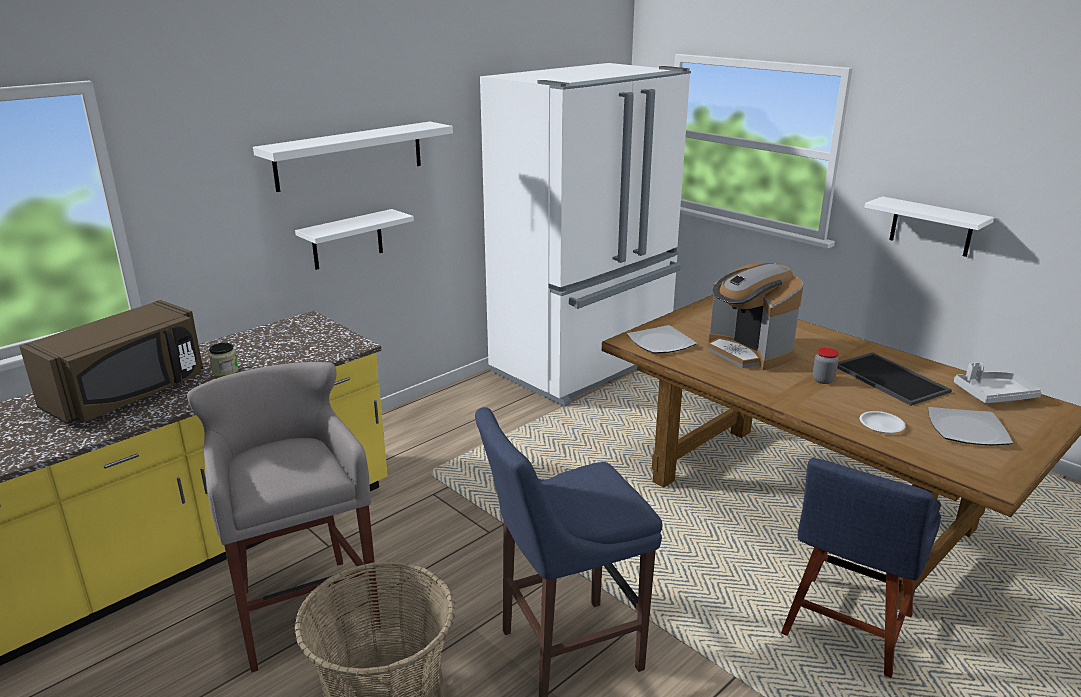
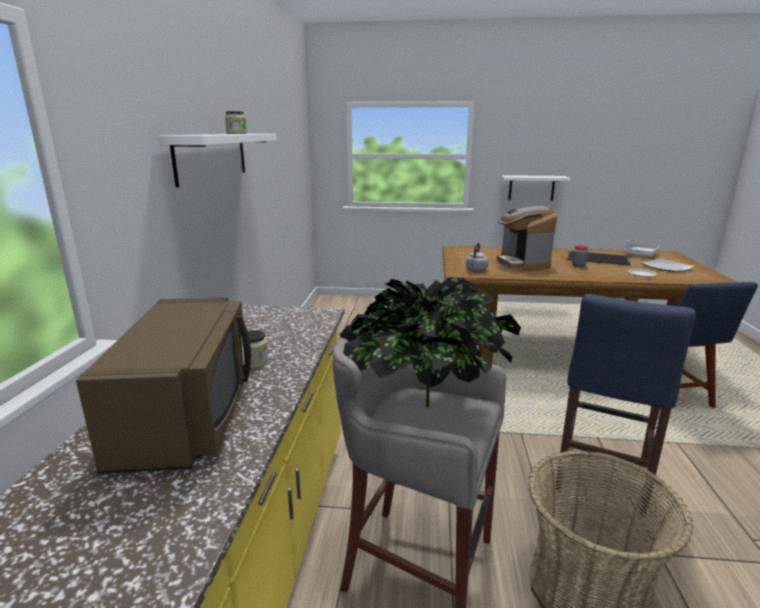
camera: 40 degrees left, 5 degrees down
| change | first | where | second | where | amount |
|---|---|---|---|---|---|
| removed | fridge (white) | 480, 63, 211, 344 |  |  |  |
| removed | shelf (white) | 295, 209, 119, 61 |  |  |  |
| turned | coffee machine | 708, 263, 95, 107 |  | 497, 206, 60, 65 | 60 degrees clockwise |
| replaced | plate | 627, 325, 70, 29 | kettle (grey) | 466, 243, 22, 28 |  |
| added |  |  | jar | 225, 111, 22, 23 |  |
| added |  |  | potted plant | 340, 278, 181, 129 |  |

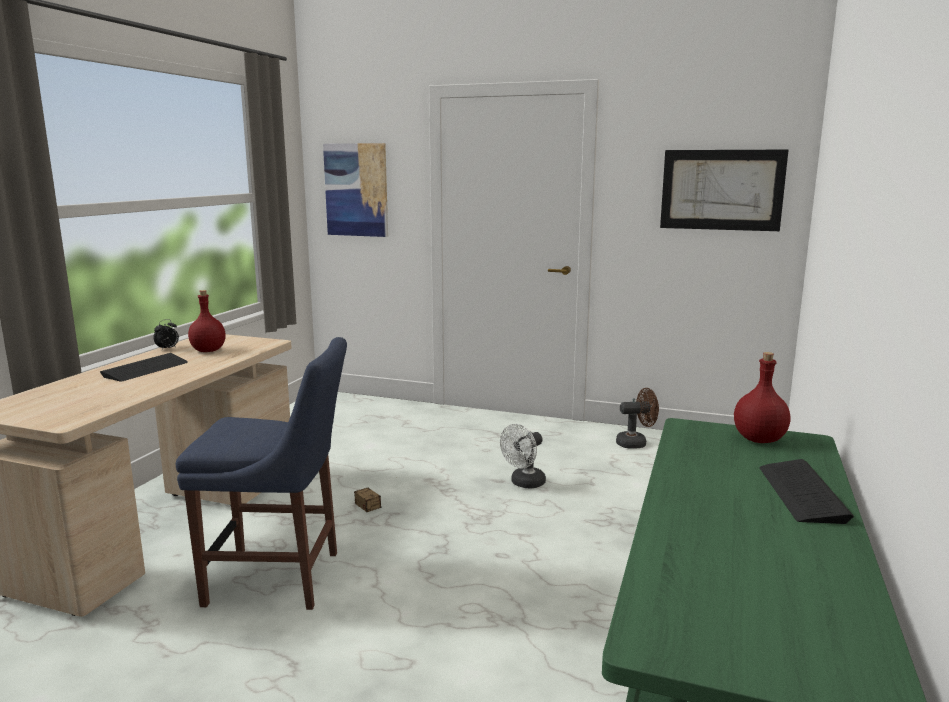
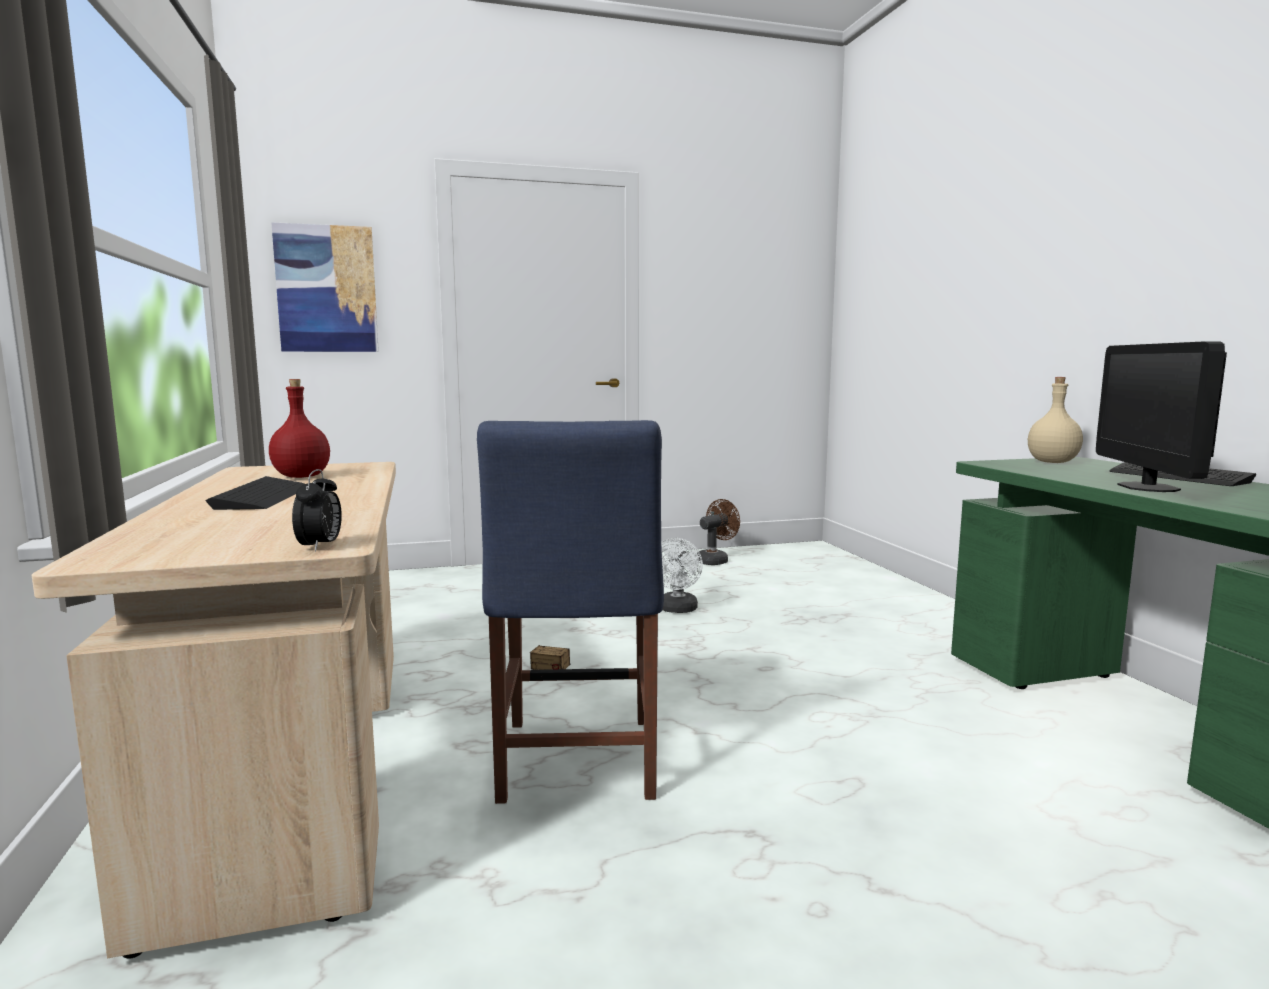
camera: 35 degrees left, 5 degrees down
| change | first | where | second | where | amount |
|---|---|---|---|---|---|
| removed | picture | 660, 150, 128, 81 |  |  |  |
| moved | alarm clock | 153, 319, 26, 31 |  | 292, 469, 50, 83 |  |
| turned | chair (blue) | 176, 337, 171, 273 |  | 477, 420, 187, 384 | 120 degrees clockwise |
| recoloured | bottle (red) | 734, 352, 57, 91 | bottle (beige) | 1028, 377, 55, 86 |  |
| added |  |  | monitor | 1096, 341, 131, 151 |  |

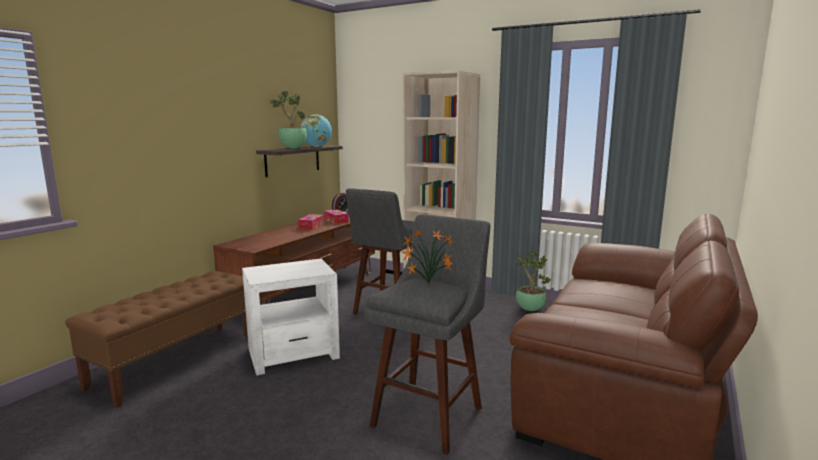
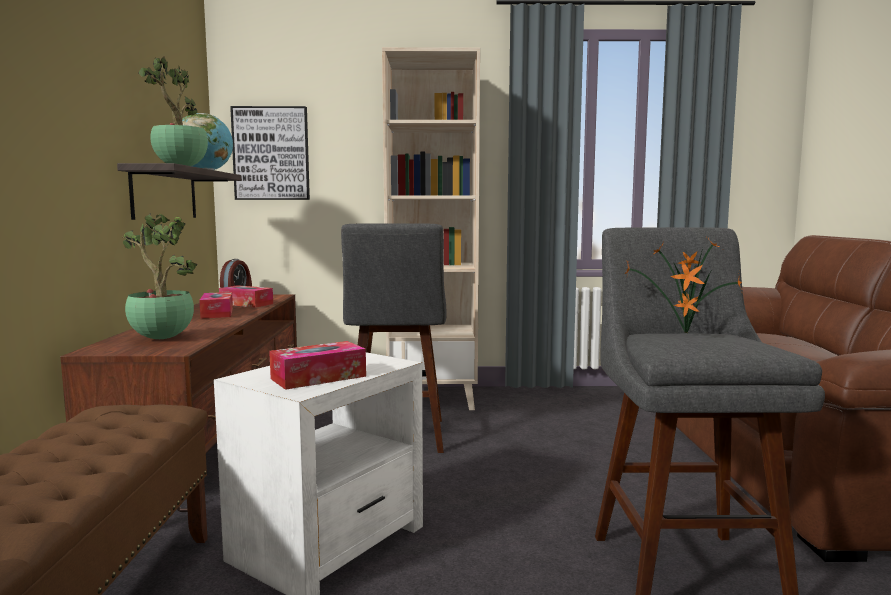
camera: 30 degrees left, 5 degrees down
| change | first | where | second | where | amount |
|---|---|---|---|---|---|
| moved | potted plant | 516, 251, 35, 60 |  | 123, 214, 74, 125 |  |
| added |  |  | picture | 230, 106, 80, 94 |  |
| added |  |  | tissue box | 269, 341, 97, 49 |  |

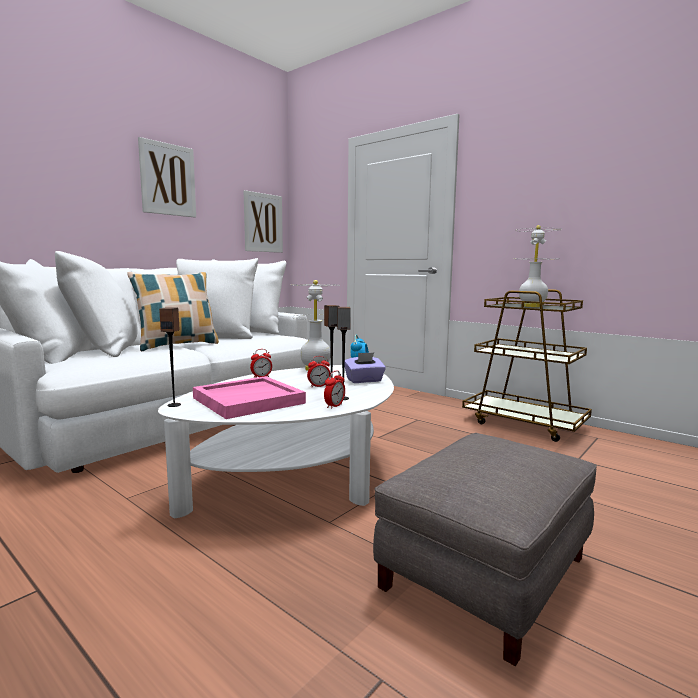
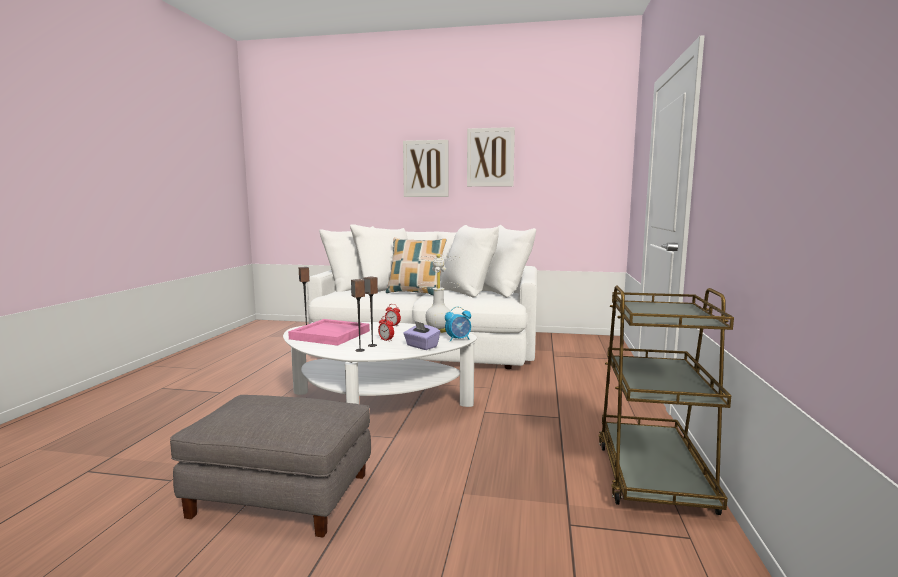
camera: 60 degrees right, 0 degrees up
| change | first | where | second | where | amount |
|---|---|---|---|---|---|
| moved | picture | 244, 190, 39, 63 |  | 403, 140, 45, 57 |  |
| removed | table lamp (white) | 514, 225, 47, 82 |  |  |  |
| removed | alarm clock | 324, 370, 21, 39 |  |  |  |

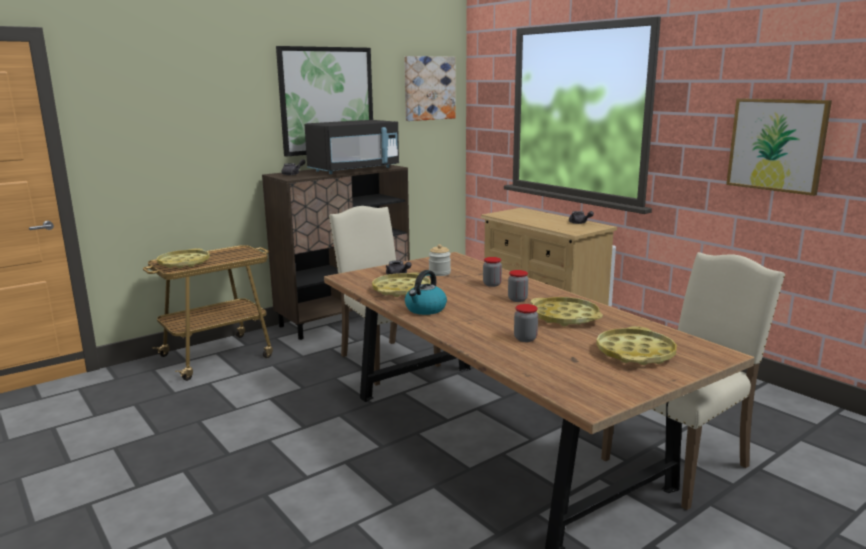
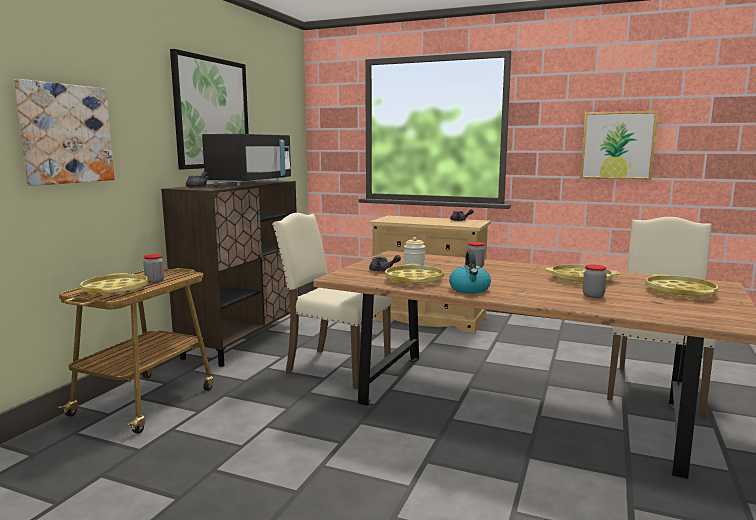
camera: 30 degrees left, 5 degrees down
| change | first | where | second | where | amount |
|---|---|---|---|---|---|
| moved | picture | 404, 56, 52, 65 |  | 14, 79, 101, 107 |  |
| moved | jar | 508, 270, 20, 32 |  | 143, 254, 21, 29 |  |

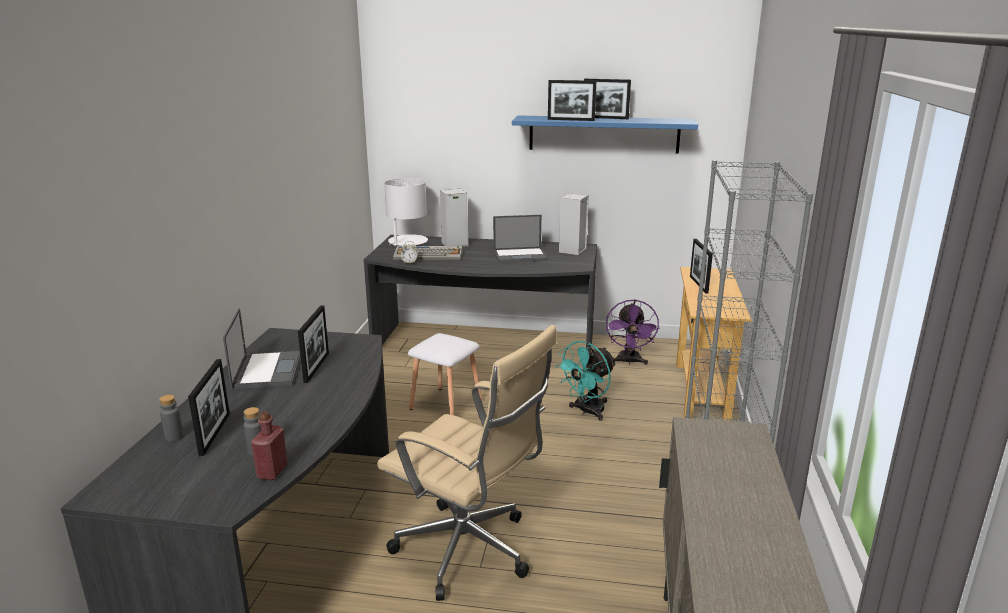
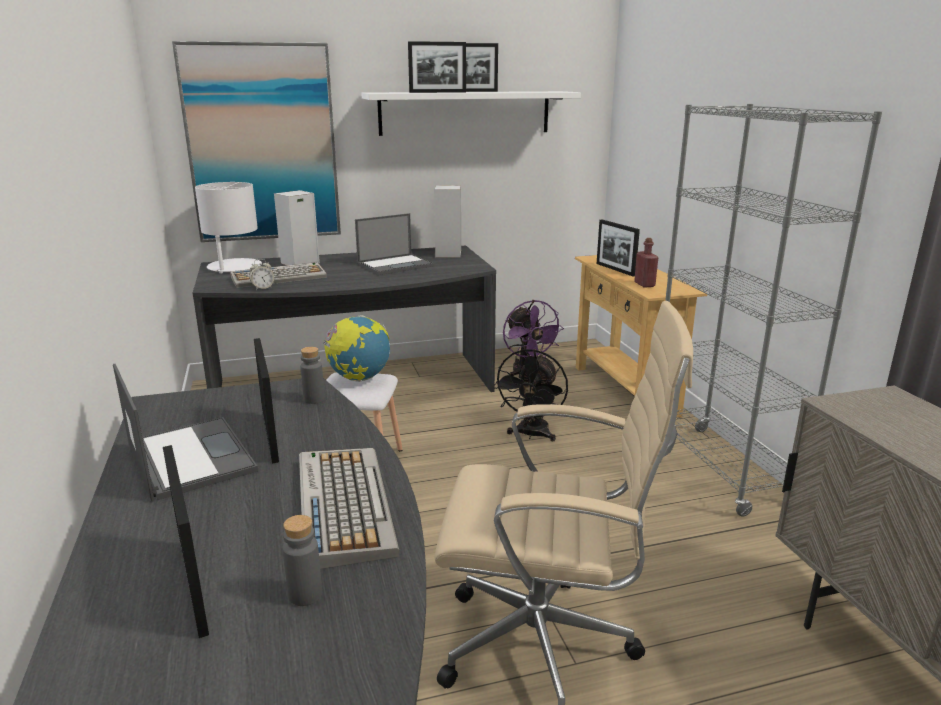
camera: 25 degrees left, 0 degrees up
| change | first | where | second | where | amount |
|---|---|---|---|---|---|
| recoloured | shelf (blue) | 512, 115, 186, 39 | shelf (white) | 361, 91, 220, 45 |  |
| recoloured | fan (turquoise) | 555, 341, 61, 80 | fan (black) | 493, 349, 75, 92 |  |
| moved | bottle (grey) | 159, 395, 25, 47 |  | 300, 347, 25, 57 |  |
| moved | bottle (red) | 251, 412, 37, 68 |  | 634, 238, 24, 49 |  |
| added |  |  | picture | 172, 41, 169, 201 |  |
| added |  |  | globe | 323, 315, 67, 67 |  |
| added |  |  | keyboard | 299, 448, 100, 121 |  |

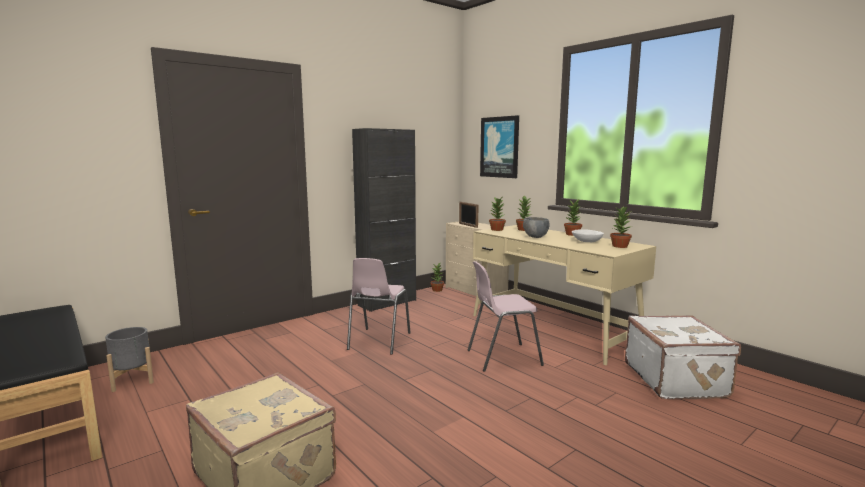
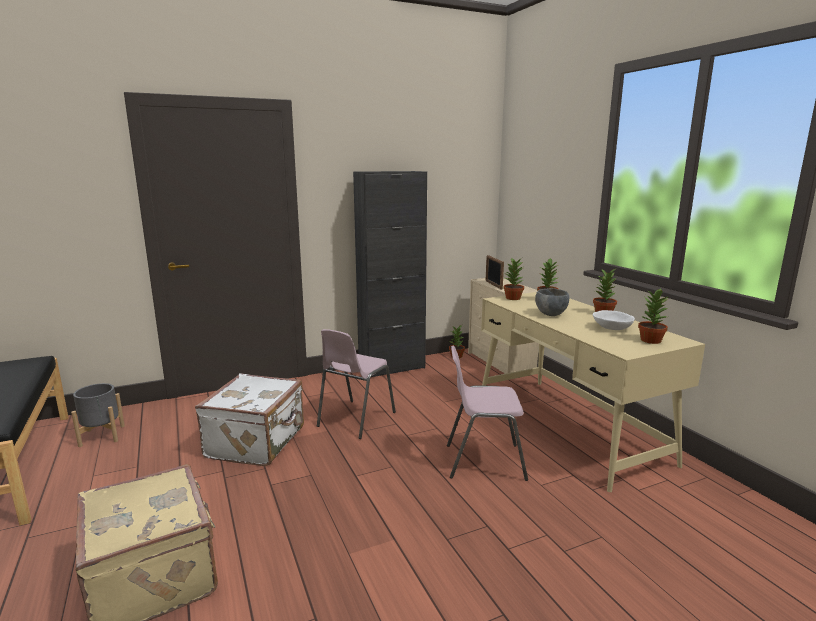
camera: 15 degrees right, 5 degrees up
| change | first | where | second | where | amount |
|---|---|---|---|---|---|
| removed | picture | 480, 115, 39, 63 |  |  |  |
| moved | suitcase (white) | 625, 315, 116, 84 |  | 195, 373, 109, 93 |  |

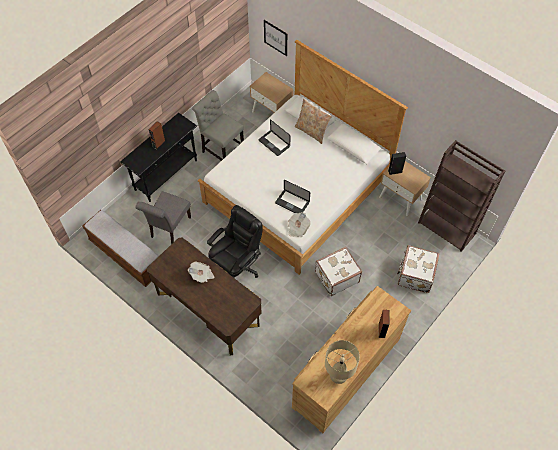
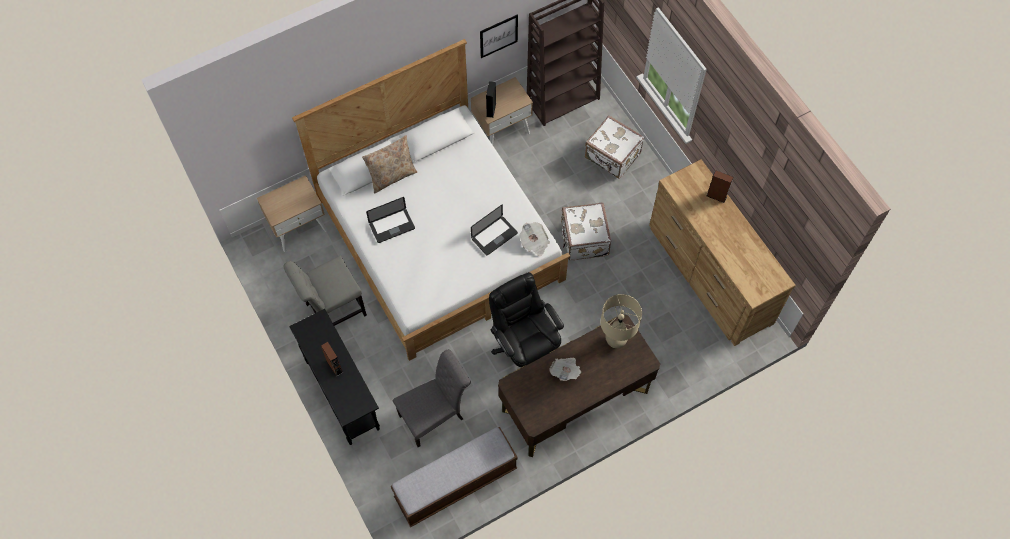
camera: 70 degrees left, 5 degrees up
| change | first | where | second | where | amount |
|---|---|---|---|---|---|
| moved | picture | 264, 20, 23, 36 |  | 480, 14, 38, 44 |  |
| turned | chair (grey) | 135, 191, 56, 53 |  | 393, 349, 78, 98 | 75 degrees counterclockwise |
| moved | table lamp (beige) | 325, 340, 35, 44 |  | 601, 294, 41, 54 |  |

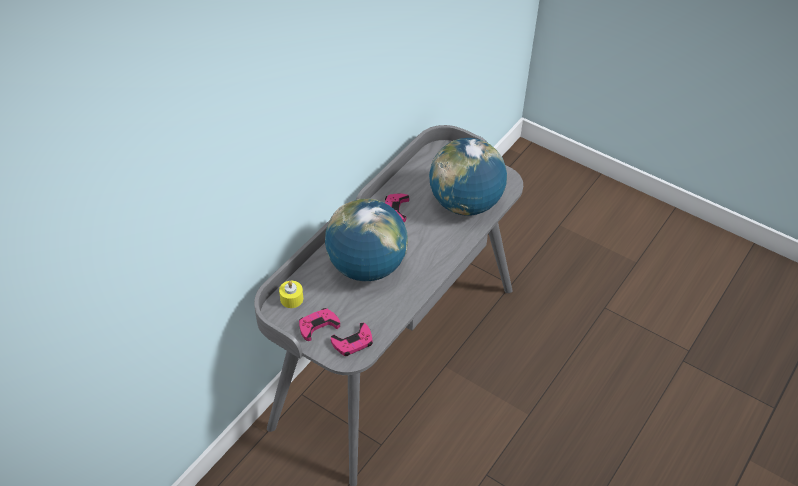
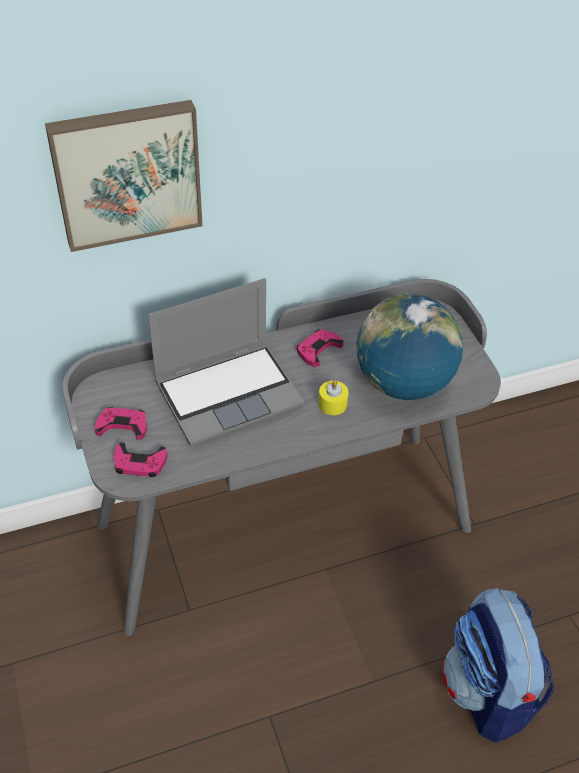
camera: 35 degrees right, 0 degrees up
| change | first | where | second | where | amount |
|---|---|---|---|---|---|
| replaced | globe | 325, 199, 83, 82 | laptop | 148, 278, 156, 168 |  |
| moved | candle (yellow) | 279, 281, 24, 27 |  | 318, 380, 31, 35 |  |
| added |  |  | picture | 45, 100, 157, 152 |  |
| added |  |  | backpack | 442, 588, 112, 155 |  |

